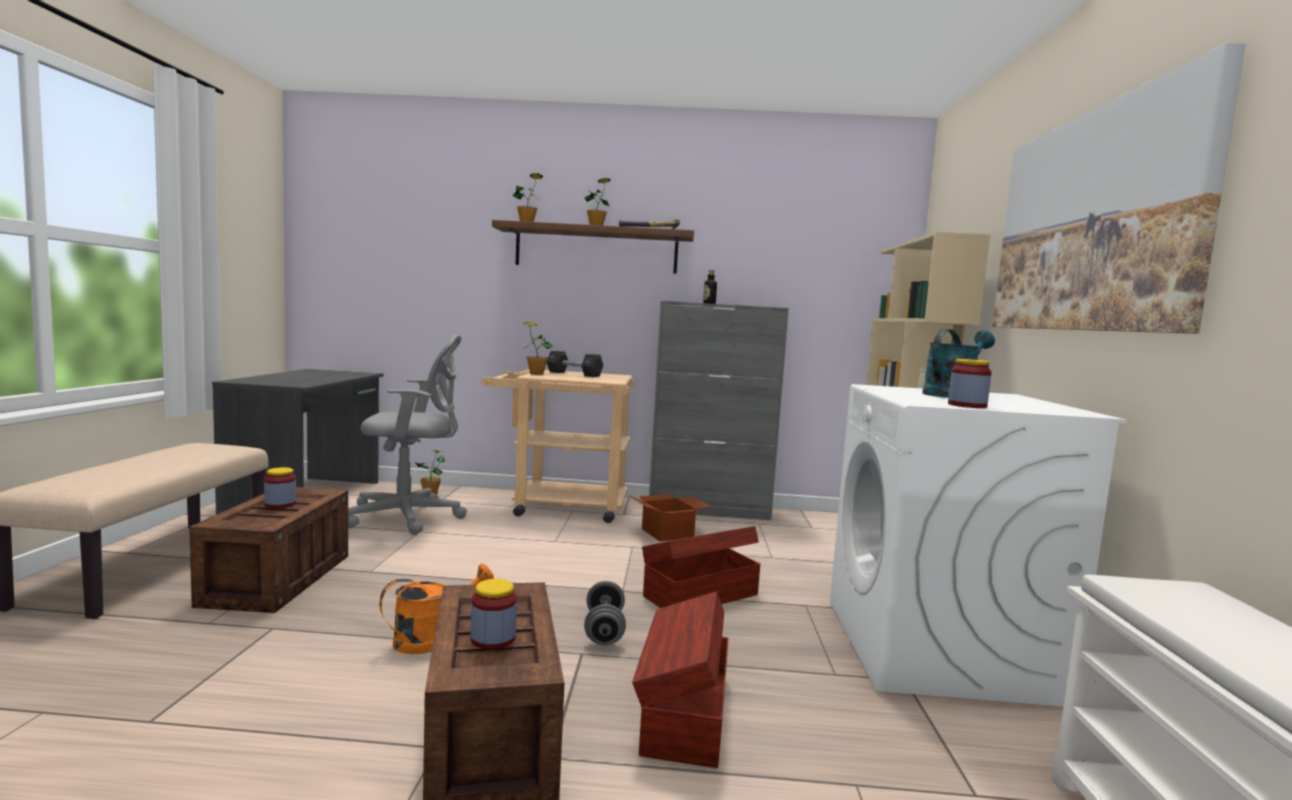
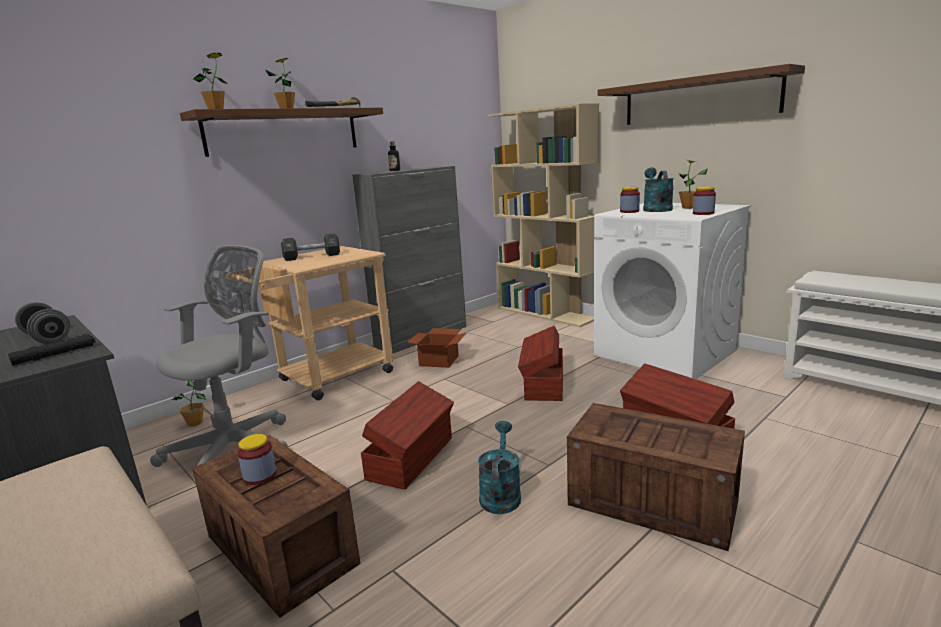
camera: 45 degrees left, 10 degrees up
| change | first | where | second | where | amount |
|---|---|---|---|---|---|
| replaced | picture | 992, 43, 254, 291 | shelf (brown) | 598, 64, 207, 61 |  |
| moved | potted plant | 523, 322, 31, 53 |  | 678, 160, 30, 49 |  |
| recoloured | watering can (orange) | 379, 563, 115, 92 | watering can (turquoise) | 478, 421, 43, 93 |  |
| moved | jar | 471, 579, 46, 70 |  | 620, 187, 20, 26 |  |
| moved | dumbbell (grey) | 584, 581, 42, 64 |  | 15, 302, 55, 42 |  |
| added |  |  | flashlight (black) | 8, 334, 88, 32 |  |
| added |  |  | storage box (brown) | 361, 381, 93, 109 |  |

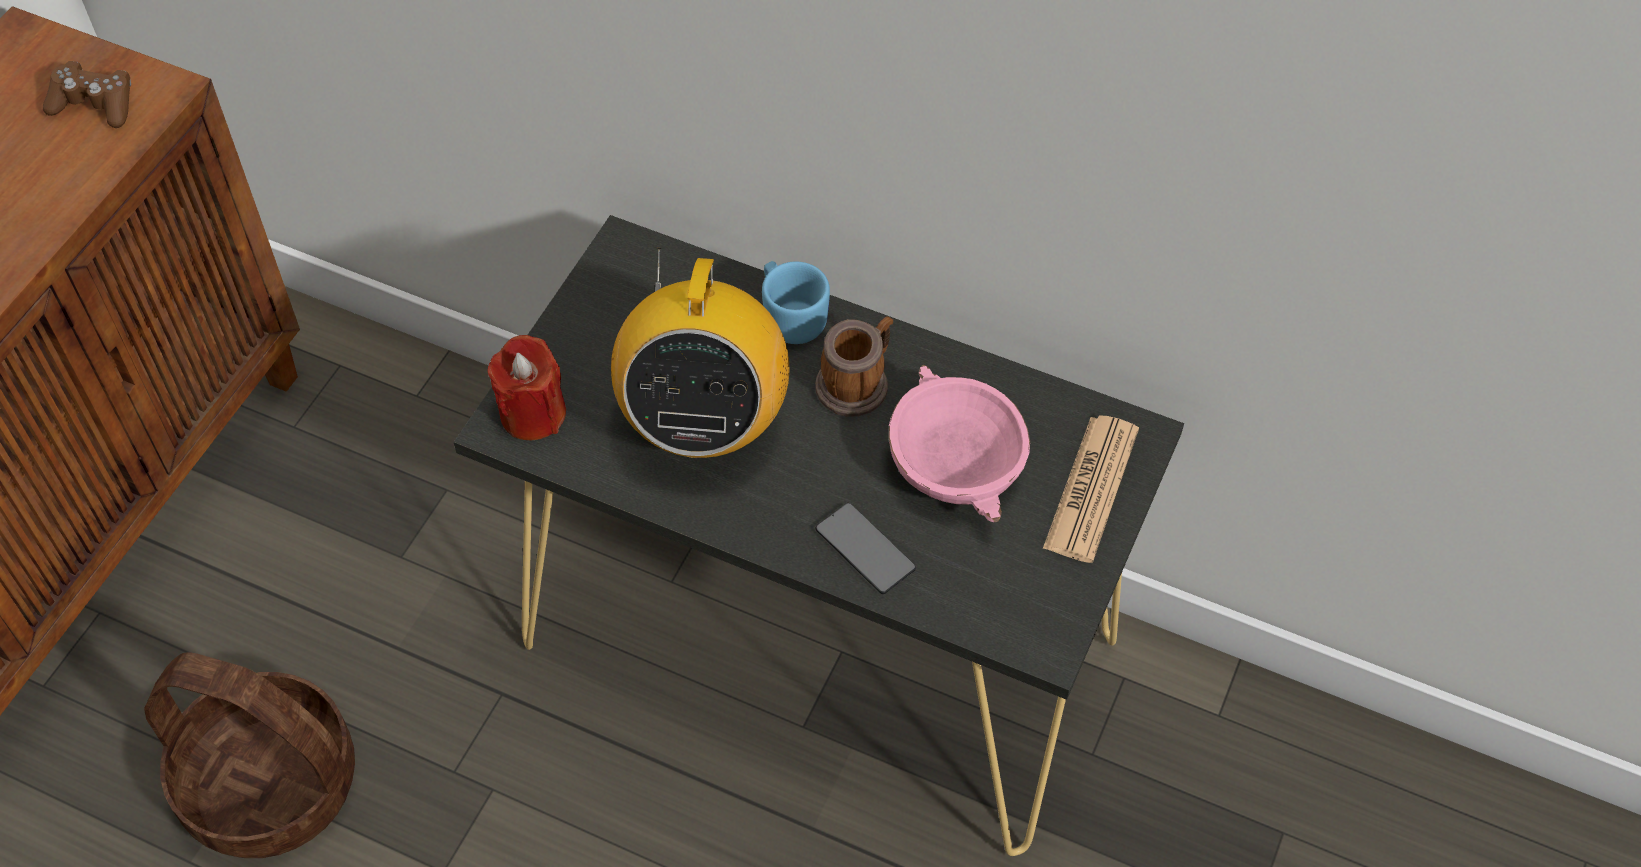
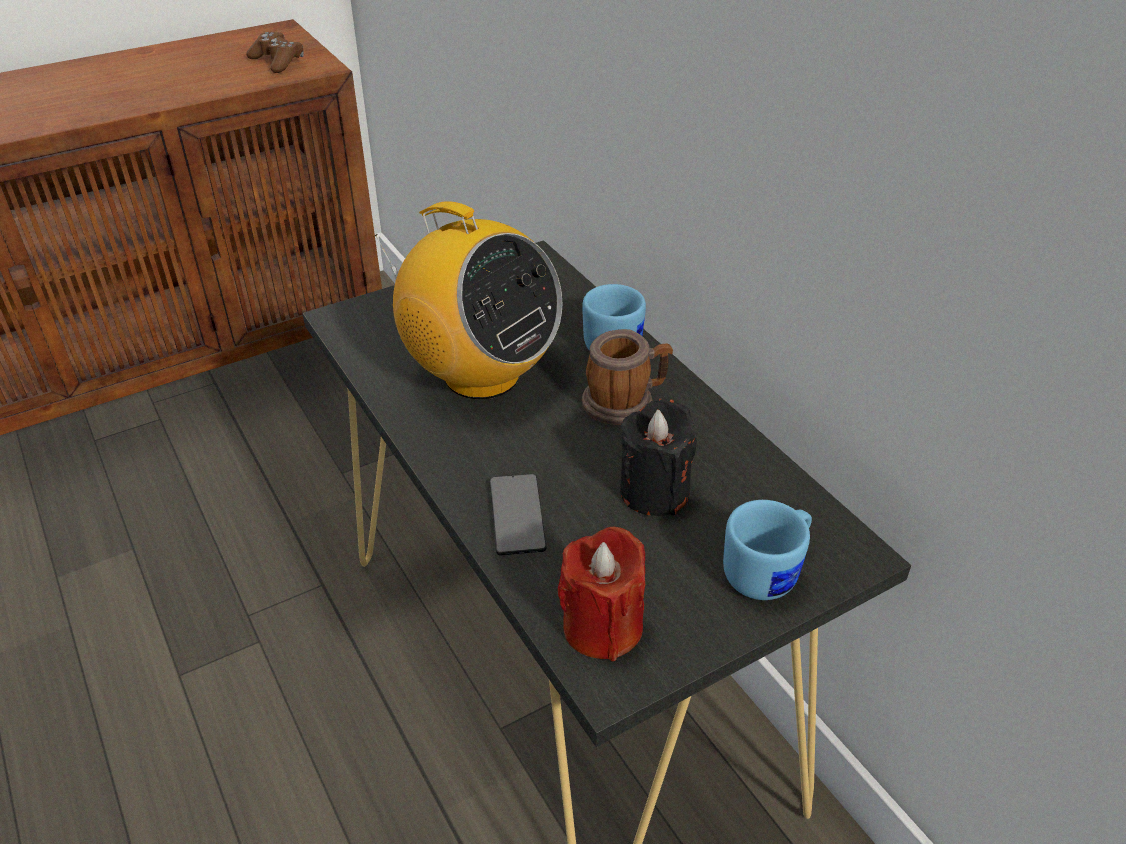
camera: 35 degrees right, 15 degrees down
| change | first | where | second | where | amount |
|---|---|---|---|---|---|
| turned | radio | 611, 248, 179, 210 |  | 374, 201, 188, 198 | 90 degrees counterclockwise |
| moved | candle (red) | 487, 335, 79, 105 |  | 558, 527, 87, 134 |  |
| replaced | bowl (pink) | 889, 365, 141, 157 | candle (black) | 620, 399, 77, 117 |  |
| replaced | newspaper | 1043, 415, 96, 148 | mug (blue) | 723, 500, 89, 100 |  |
| removed | basket | 144, 652, 211, 206 |  |  |  |

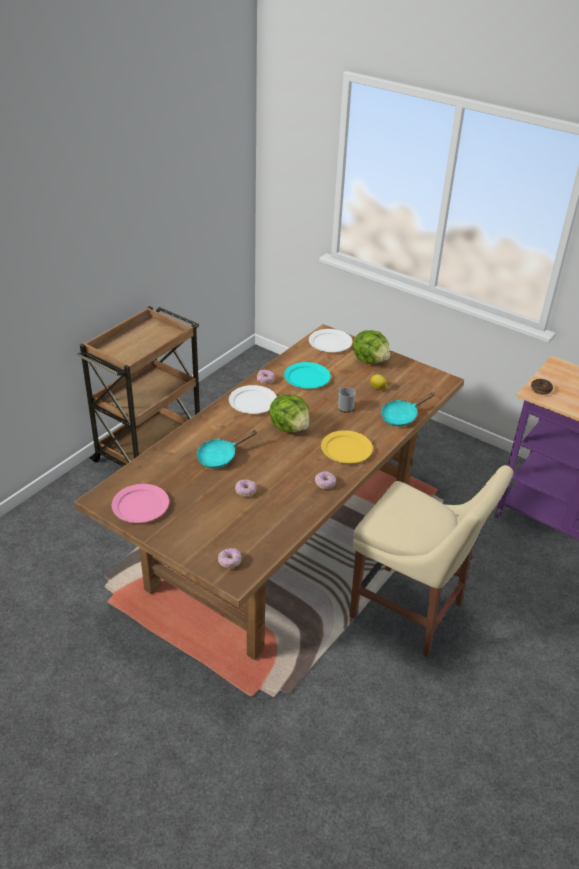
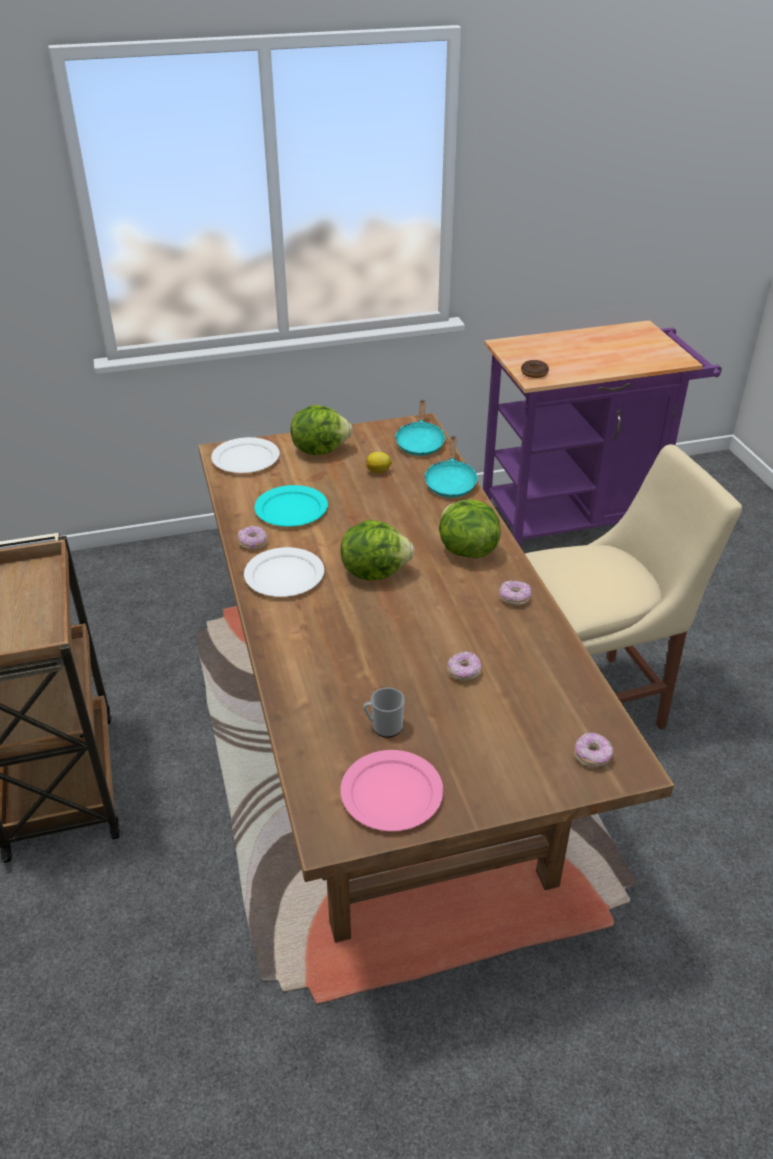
camera: 50 degrees left, 0 degrees up
| change | first | where | second | where | amount |
|---|---|---|---|---|---|
| moved | mug | 337, 387, 19, 26 |  | 363, 688, 42, 50 |  |
| moved | frying pan (turquoise) | 196, 430, 61, 38 |  | 395, 400, 51, 56 |  |
| replaced | plate (yellow) | 321, 430, 52, 33 | lettuce | 439, 499, 62, 60 |  |

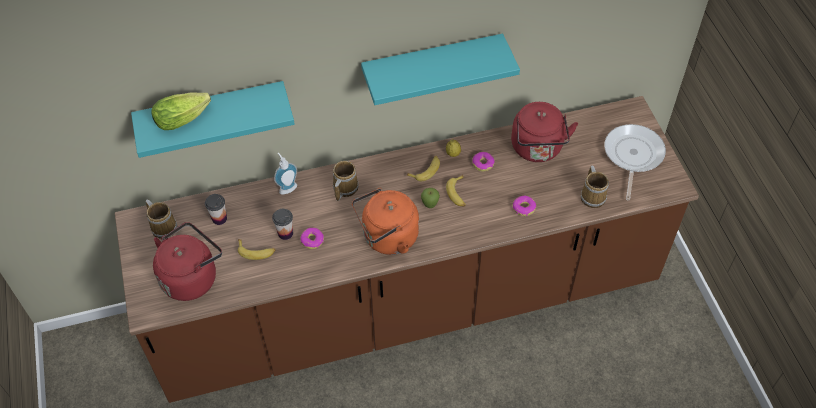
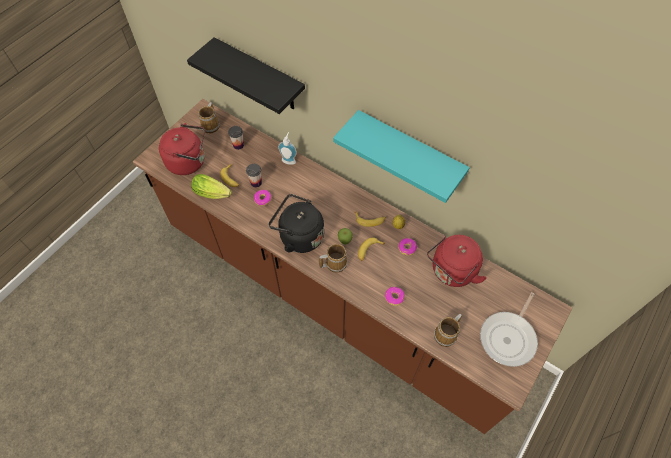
camera: 50 degrees right, 5 degrees up
| change | first | where | second | where | amount |
|---|---|---|---|---|---|
| recoloured | shelf (turquoise) | 131, 81, 163, 77 | shelf (black) | 187, 37, 118, 77 |  |
| moved | lettuce | 152, 93, 59, 37 |  | 191, 174, 41, 25 |  |
| turned | frying pan | 604, 124, 62, 76 |  | 480, 292, 58, 75 | 150 degrees clockwise |
| moved | mug | 333, 161, 26, 40 |  | 319, 244, 29, 29 |  |
| recoloured | kettle (orange) | 352, 188, 67, 67 | kettle (black) | 269, 194, 55, 59 |  |

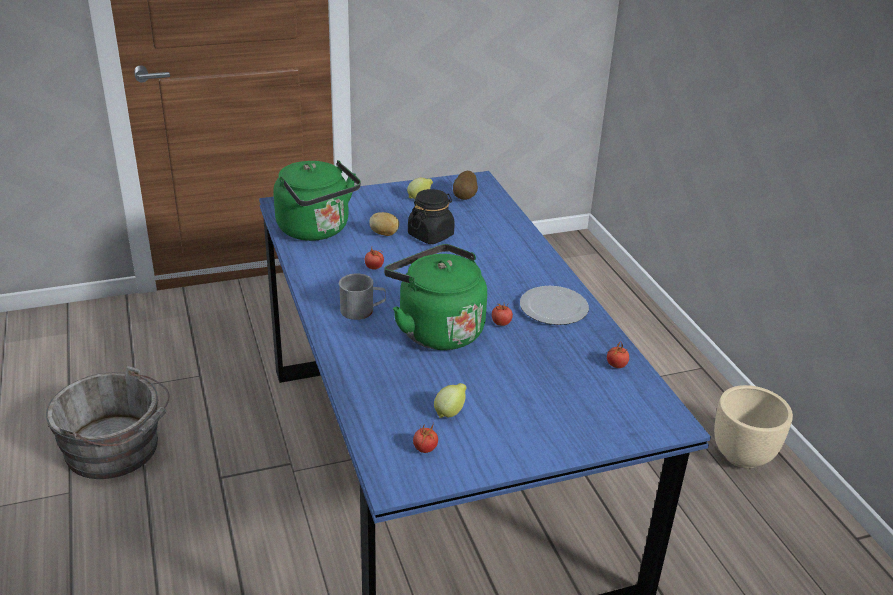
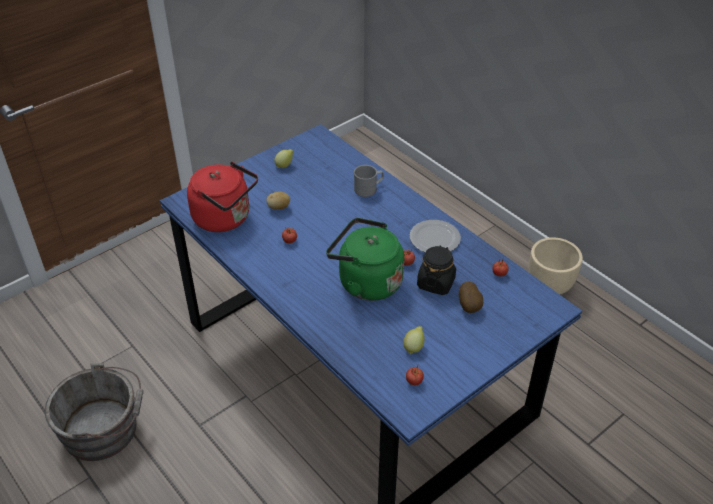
camera: 20 degrees left, 10 degrees up
| change | first | where | second | where | amount |
|---|---|---|---|---|---|
| recoloured | kettle (green) | 273, 160, 88, 81 | kettle (red) | 187, 161, 71, 71 |  |
| moved | potato | 453, 171, 25, 29 |  | 459, 281, 24, 32 |  |
| moved | jar (black) | 408, 189, 47, 55 |  | 417, 245, 39, 50 |  |
| moved | mug (grey) | 339, 273, 47, 47 |  | 354, 165, 30, 32 |  |

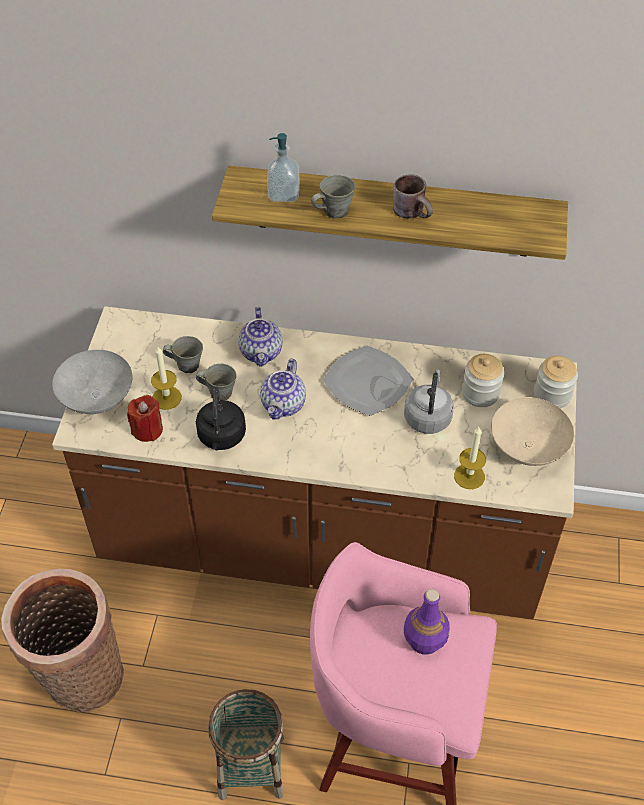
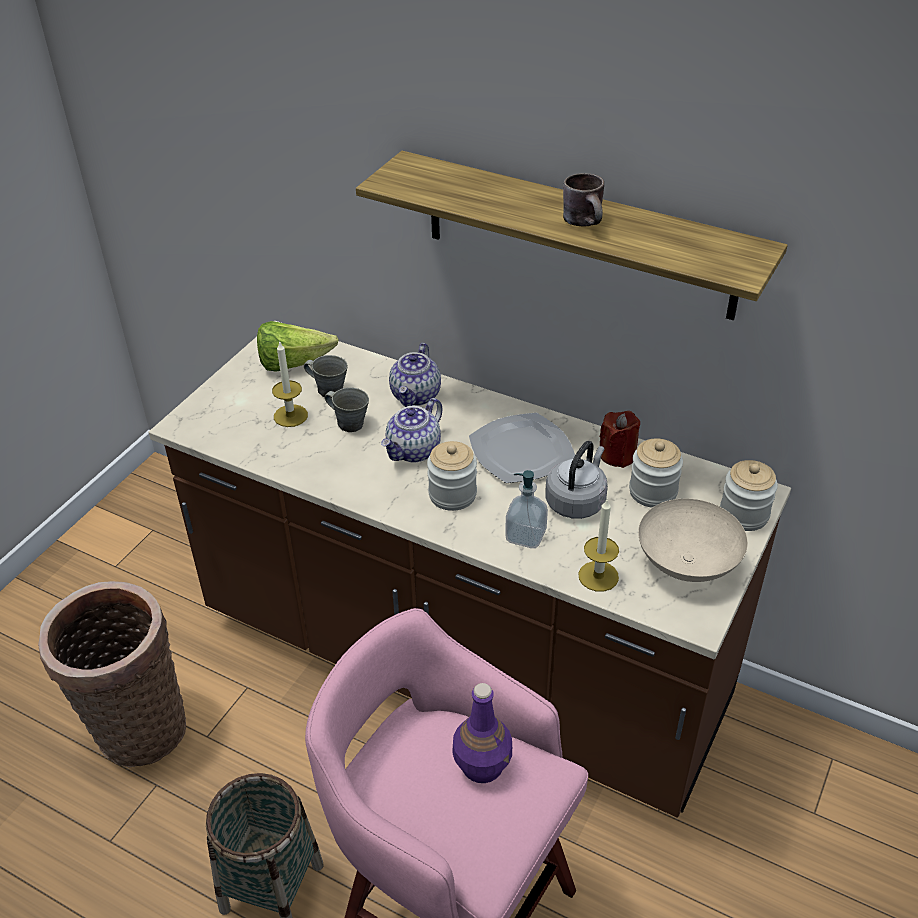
camera: 20 degrees right, 10 degrees down
| change | first | where | second | where | amount |
|---|---|---|---|---|---|
| moved | soap dispenser | 267, 133, 33, 69 |  | 505, 470, 43, 78 |  |
| removed | mug (grey) | 311, 175, 44, 43 |  |  |  |
| removed | bowl (grey) | 52, 350, 80, 64 |  |  |  |
| removed | kettle (black) | 196, 388, 50, 62 |  |  |  |
| moved | candle (red) | 127, 395, 36, 47 |  | 600, 411, 40, 57 |  |
| added |  |  | lettuce | 257, 321, 82, 51 |  |
| added |  |  | jar | 427, 441, 50, 70 |  |

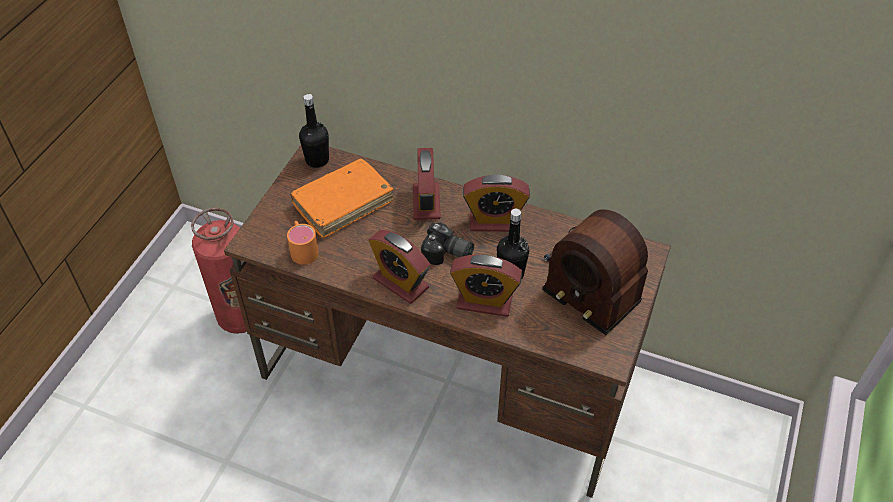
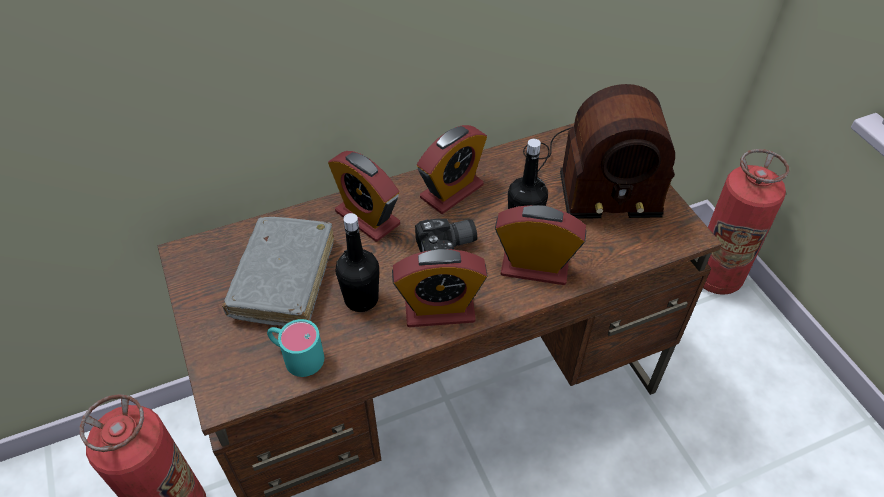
camera: 45 degrees left, 0 degrees up
| change | first | where | second | where | amount |
|---|---|---|---|---|---|
| moved | bottle (black) | 299, 94, 30, 74 |  | 336, 213, 43, 99 |  |
| recoloured | book (orange) | 290, 159, 103, 79 | book (grey) | 222, 217, 112, 110 |  |
| recoloured | mug (orange) | 287, 221, 32, 44 | mug (turquoise) | 267, 319, 57, 58 |  |
| turned | alarm clock | 450, 255, 72, 62 |  | 495, 205, 91, 80 | 135 degrees counterclockwise |
| added |  |  | fire extinguisher | 703, 149, 86, 146 |  |

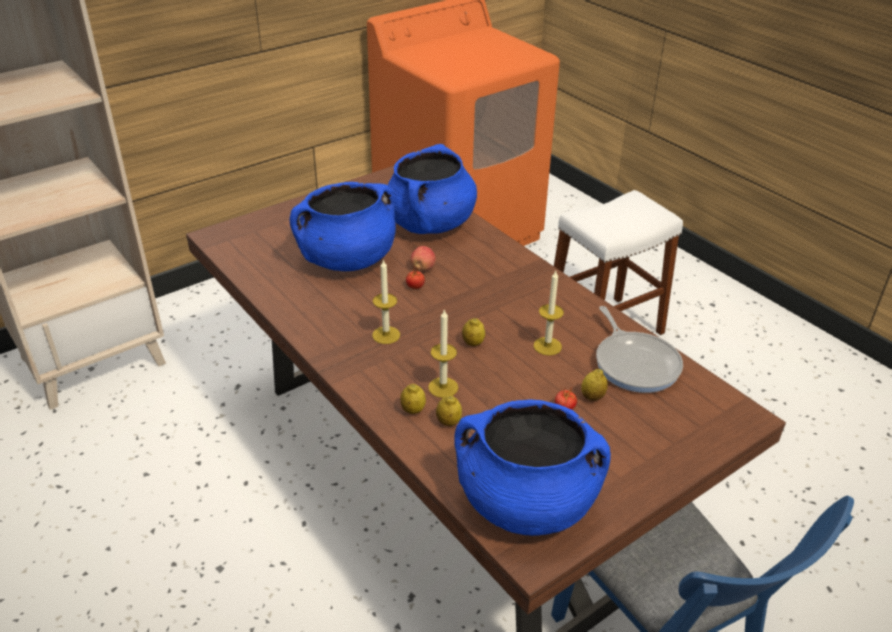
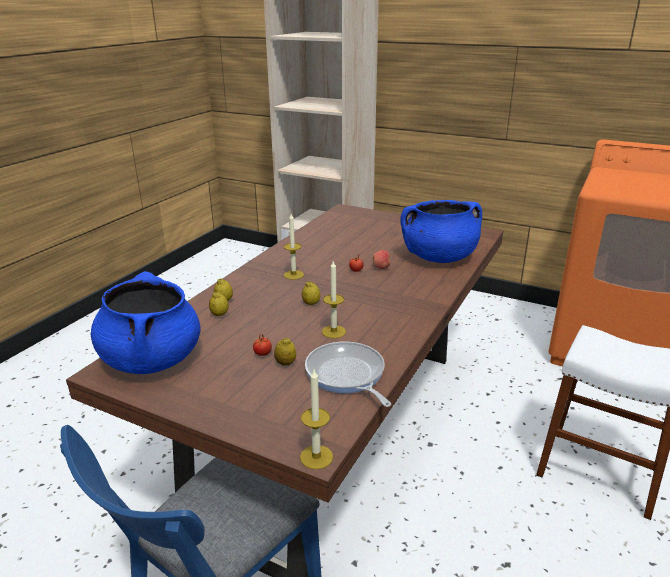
camera: 65 degrees right, 10 degrees down
| change | first | where | second | where | amount |
|---|---|---|---|---|---|
| removed | cooking pot (blue) | 290, 182, 106, 89 |  |  |  |
| turned | frying pan | 596, 306, 87, 87 |  | 305, 342, 86, 65 | 105 degrees clockwise |
| moved | candle | 428, 309, 30, 89 |  | 300, 370, 33, 100 |  |

